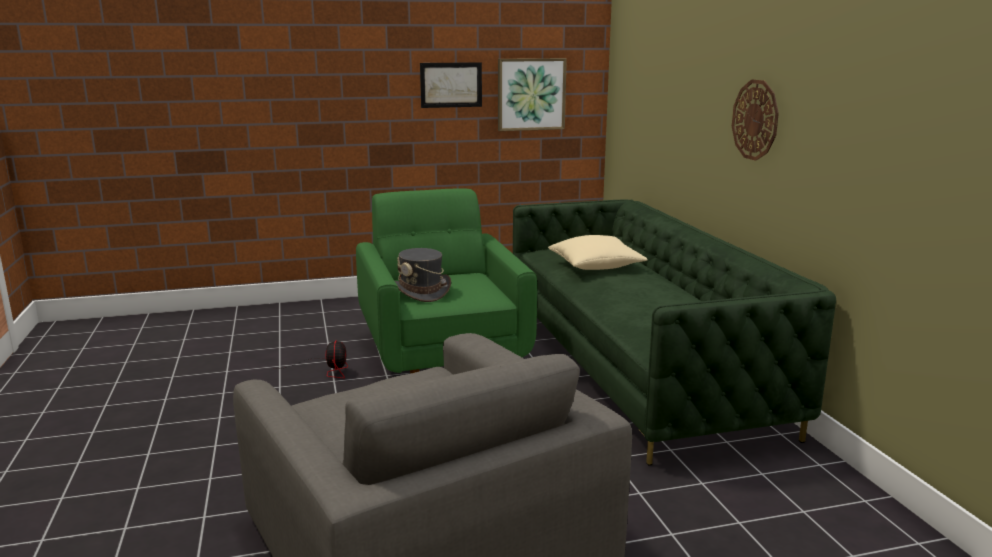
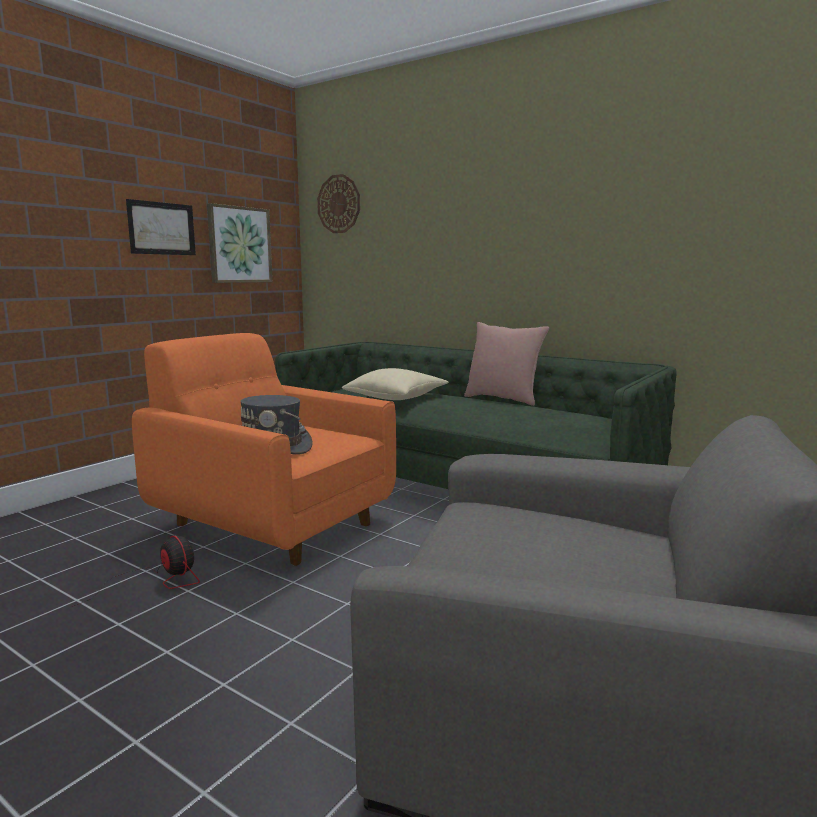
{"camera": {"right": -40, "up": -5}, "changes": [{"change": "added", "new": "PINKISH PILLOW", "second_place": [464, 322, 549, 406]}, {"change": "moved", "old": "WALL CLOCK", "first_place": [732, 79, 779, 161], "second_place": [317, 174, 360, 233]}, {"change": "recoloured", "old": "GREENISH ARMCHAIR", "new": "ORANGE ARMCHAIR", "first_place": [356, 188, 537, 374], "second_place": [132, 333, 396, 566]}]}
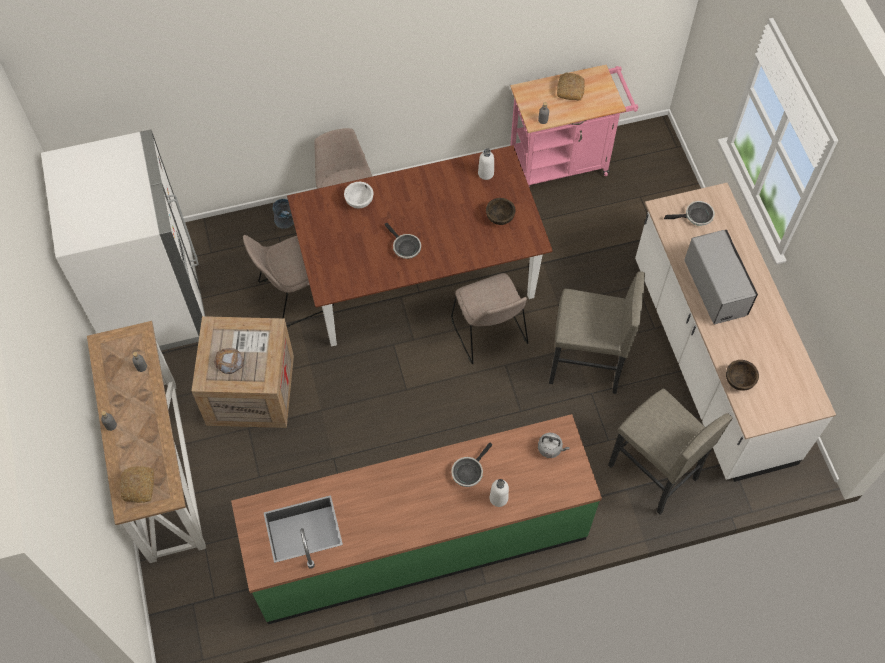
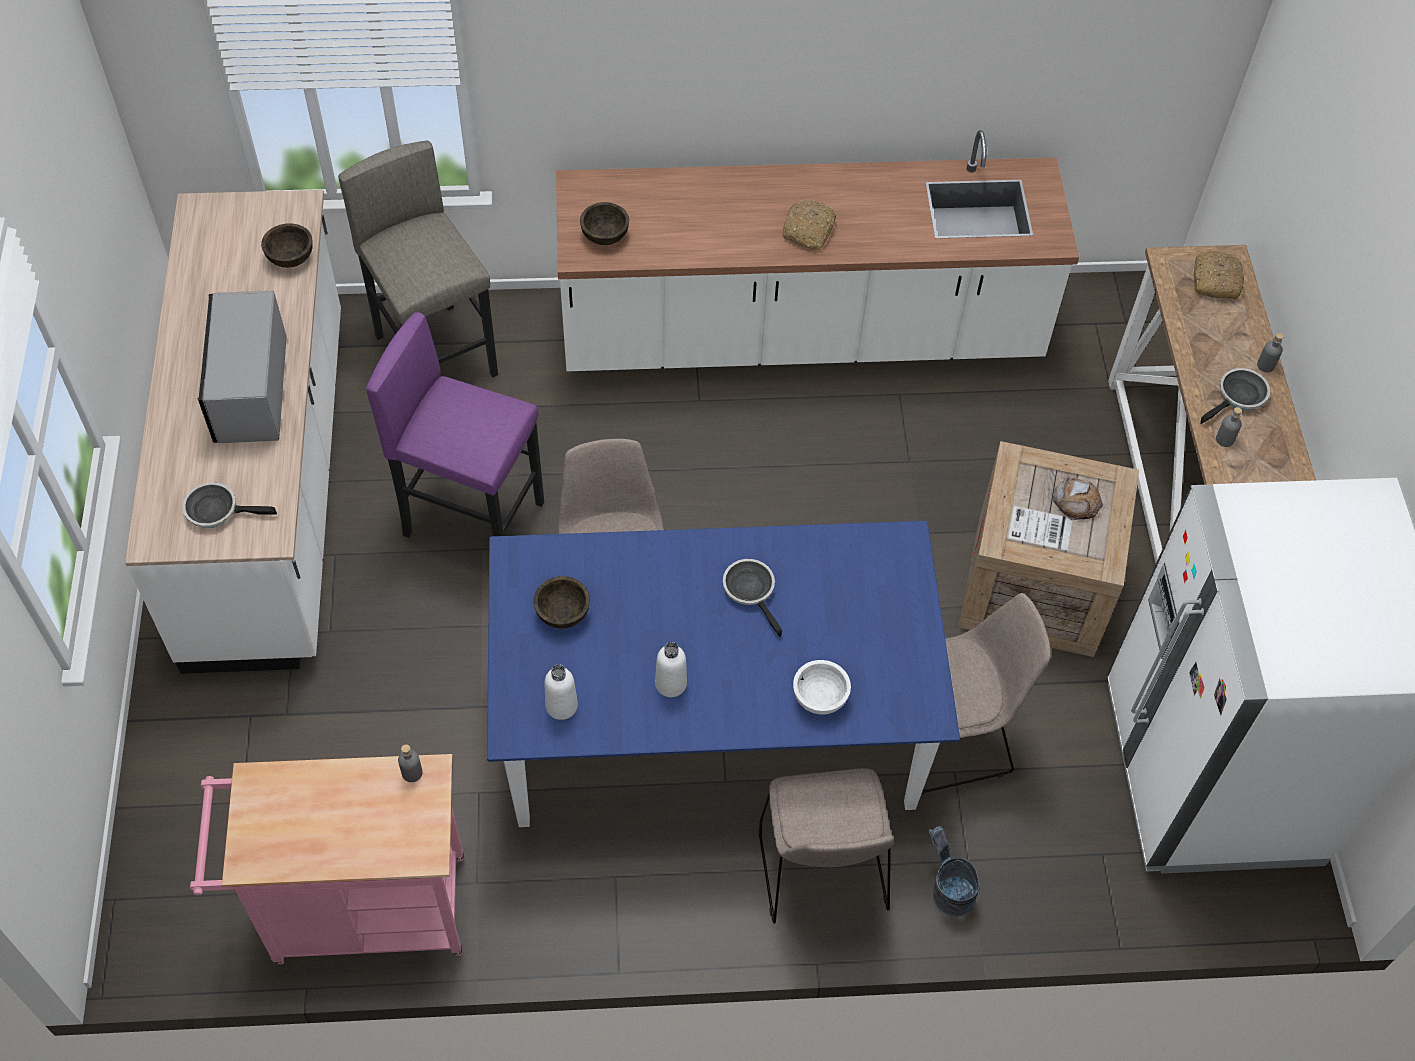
{"camera": {"right": -170, "up": -5}, "changes": [{"change": "moved", "old": "PAN", "first_place": [451, 443, 492, 487], "second_place": [1200, 368, 1270, 424]}, {"change": "moved", "old": "WHITE BEVERAGE BOTTLE", "first_place": [490, 479, 509, 507], "second_place": [655, 642, 687, 697]}, {"change": "moved", "old": "BAKERY BREAD", "first_place": [557, 73, 585, 100], "second_place": [783, 200, 836, 250]}, {"change": "replaced", "old": "GREYISH TEA KETTLE", "new": "BROWNISH BOWL", "first_place": [538, 433, 569, 458], "second_place": [580, 202, 629, 245]}, {"change": "recoloured", "old": "GREENISH COUNTER", "new": "WHITE COUNTER", "first_place": [231, 414, 602, 624], "second_place": [556, 130, 1079, 371]}, {"change": "recoloured", "old": "BROWNISH KITCHEN TABLE", "new": "BLUE-COLOURED KITCHEN TABLE", "first_place": [287, 145, 553, 347], "second_place": [487, 521, 960, 827]}, {"change": "recoloured", "old": "GREYISH SITTING STOOL", "new": "PURPLE-COLOURED SITTING STOOL", "first_place": [549, 271, 645, 394], "second_place": [366, 312, 544, 538]}]}
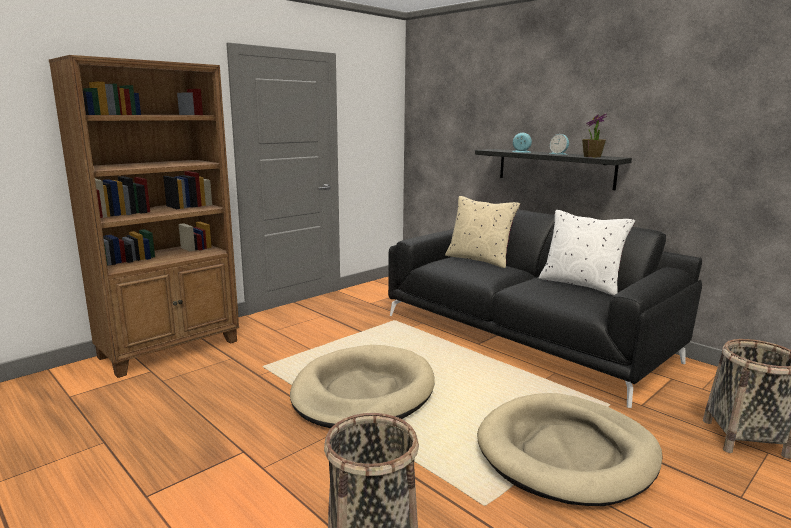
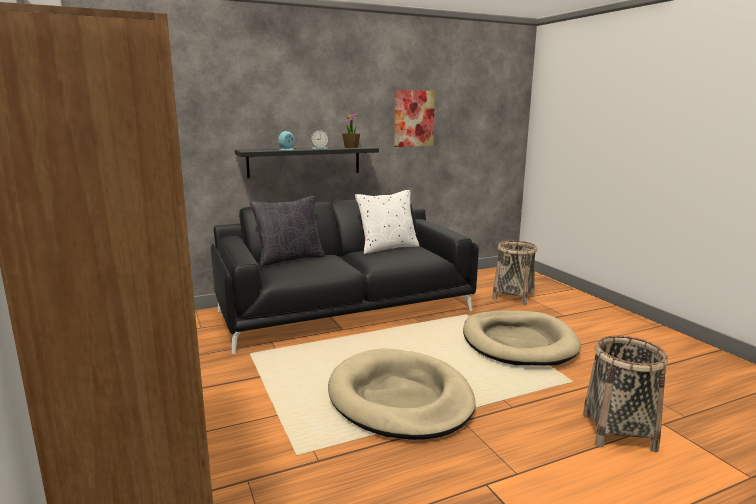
{"camera": {"right": -70, "up": 0}, "changes": [{"change": "added", "new": "WALL ART", "second_place": [394, 90, 435, 147]}, {"change": "recoloured", "old": "BEIGE PILLOW", "new": "BLACK PILLOW", "first_place": [445, 196, 520, 268], "second_place": [250, 196, 325, 266]}]}
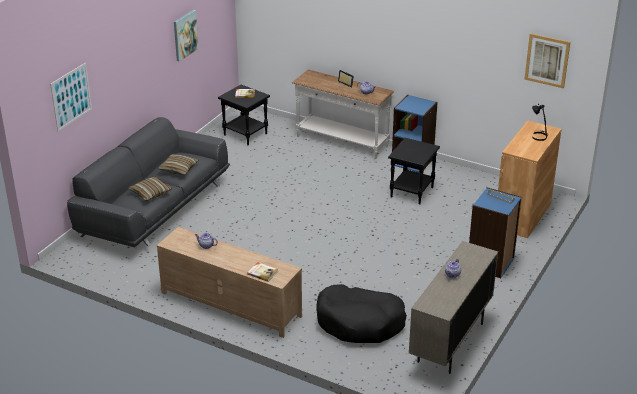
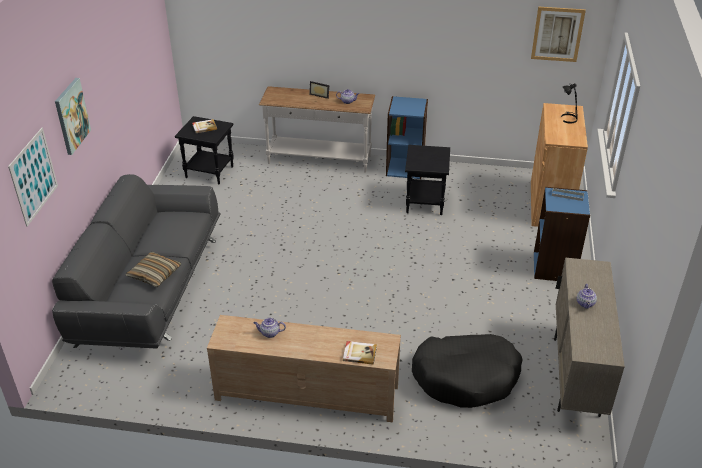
{"camera": {"right": -20, "up": 5}, "changes": [{"change": "removed", "old": "PILLOW", "first_place": [158, 154, 199, 175]}, {"change": "moved", "old": "WALL ART", "first_place": [174, 9, 199, 61], "second_place": [55, 78, 91, 155]}]}
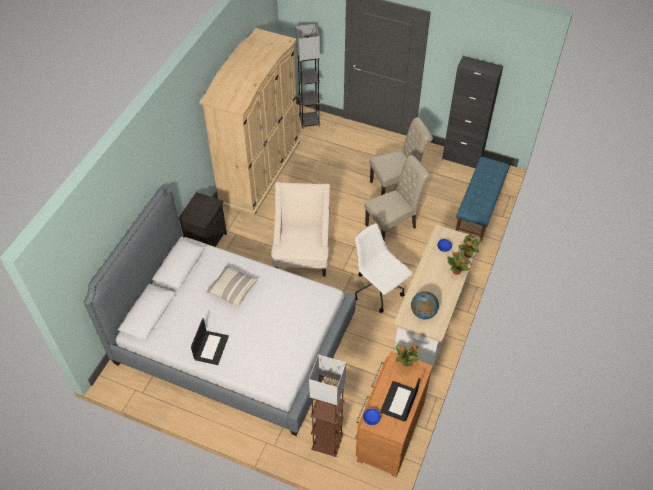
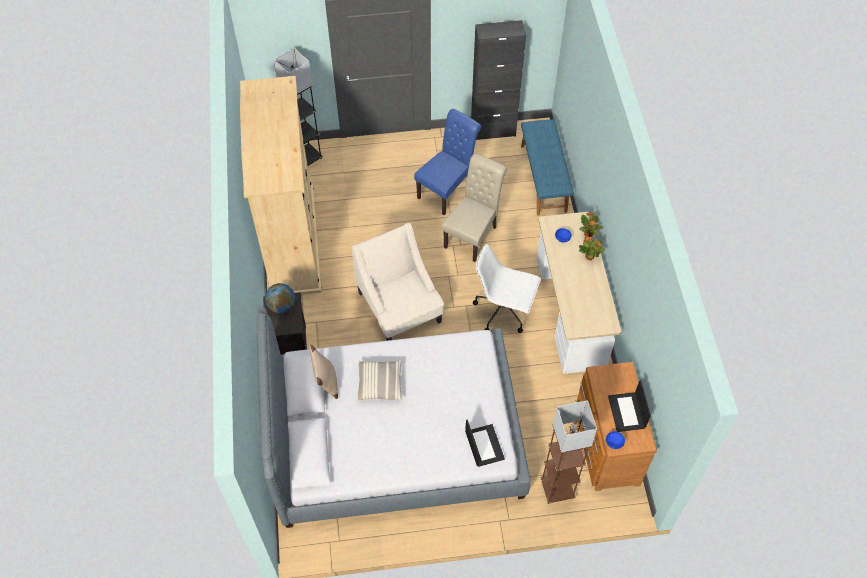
{"camera": {"right": -30, "up": 5}, "changes": [{"change": "removed", "old": "PLANT IN A POT", "first_place": [396, 344, 420, 367]}, {"change": "added", "new": "BEIGE PILLOW", "second_place": [309, 345, 338, 399]}, {"change": "moved", "old": "NOTEBOOK COMPUTER", "first_place": [191, 318, 229, 365], "second_place": [465, 419, 505, 467]}, {"change": "moved", "old": "WORLD GLOBE", "first_place": [411, 291, 439, 319], "second_place": [265, 283, 295, 313]}, {"change": "recoloured", "old": "BEIGE CHAIR", "new": "BLUE-COLOURED CHAIR", "first_place": [369, 117, 433, 195], "second_place": [414, 109, 481, 215]}]}
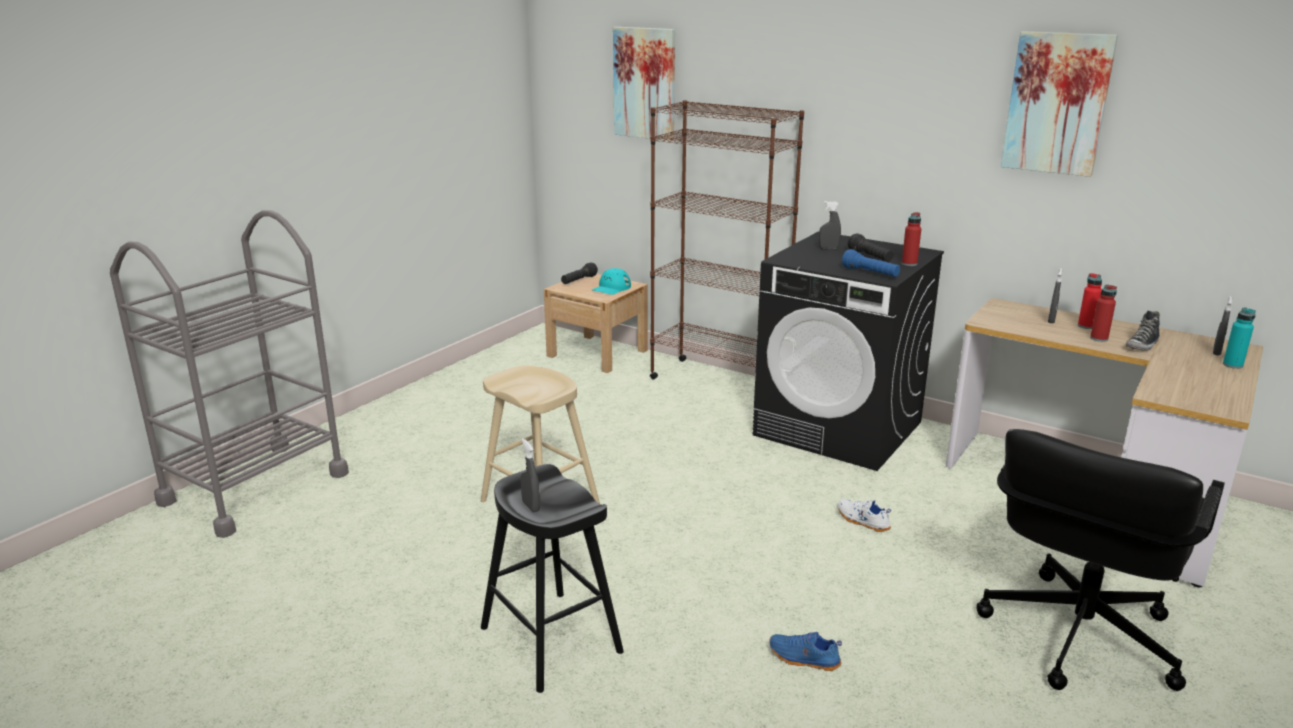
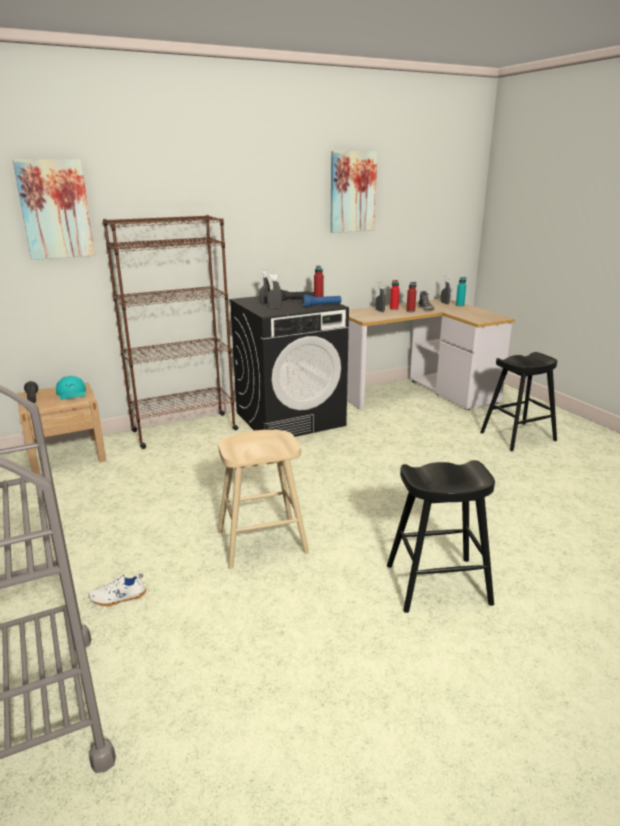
{"camera": {"right": -60, "up": 0}, "changes": [{"change": "removed", "old": "BLUE-COLOURED SHOE", "first_place": [770, 632, 842, 671]}, {"change": "moved", "old": "GREYISH SPRAY BOTTLE", "first_place": [521, 438, 540, 512], "second_place": [267, 274, 282, 308]}, {"change": "moved", "old": "WHITE SHOE", "first_place": [838, 499, 891, 532], "second_place": [89, 574, 146, 606]}, {"change": "replaced", "old": "BLACK DESK CHAIR", "new": "BLACK SITTING STOOL", "first_place": [977, 429, 1225, 691], "second_place": [480, 352, 557, 451]}]}
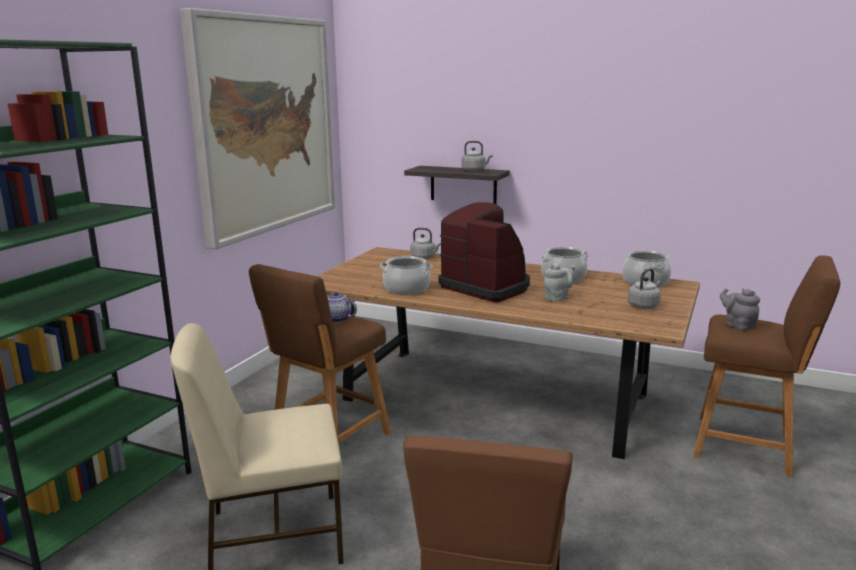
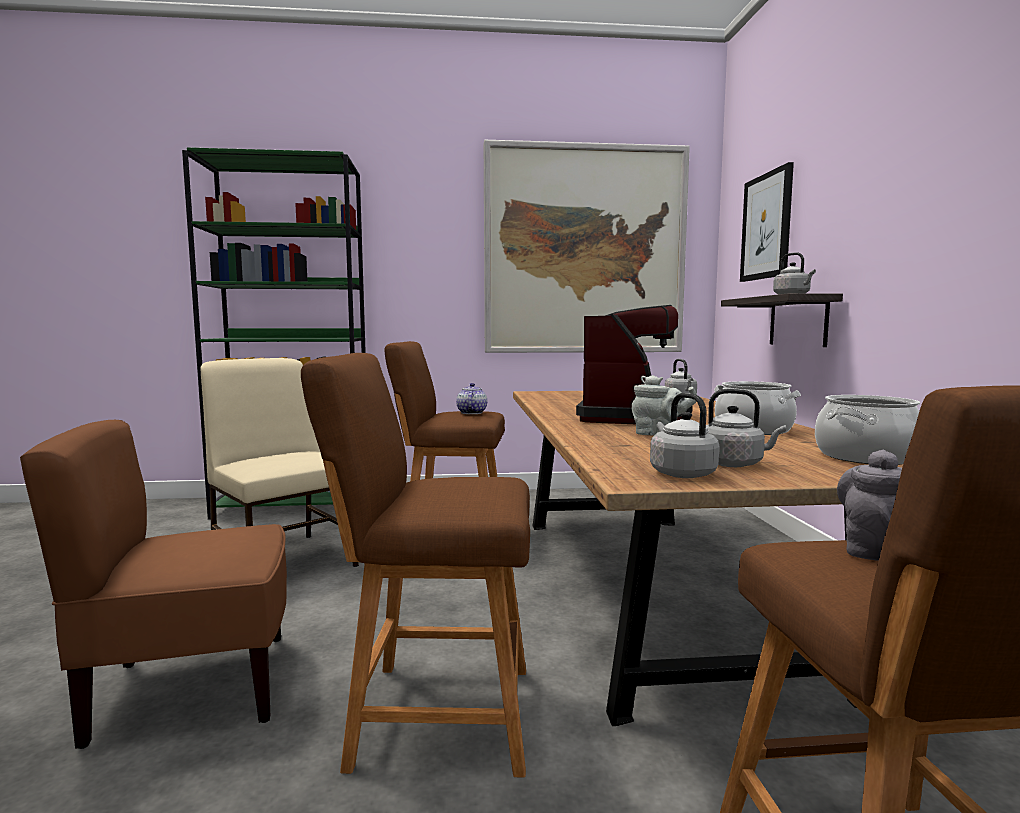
{"camera": {"right": 60, "up": -10}, "changes": [{"change": "removed", "old": "STOCKPOT", "first_place": [380, 256, 433, 295]}, {"change": "added", "new": "BROWNISH SITTING STOOL", "second_place": [301, 353, 530, 777]}, {"change": "added", "new": "GREYISH TEA KETTLE", "second_place": [650, 393, 719, 478]}, {"change": "added", "new": "WALL ART", "second_place": [740, 162, 794, 282]}]}
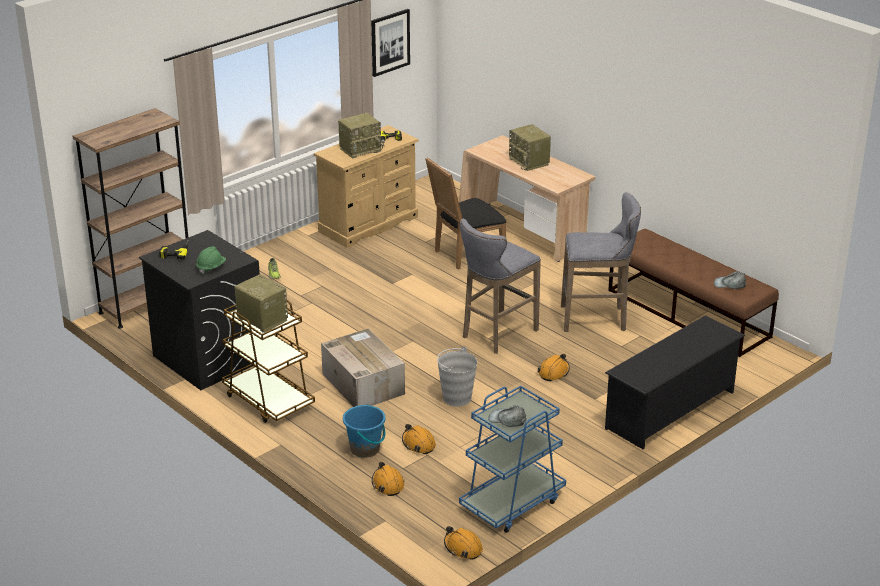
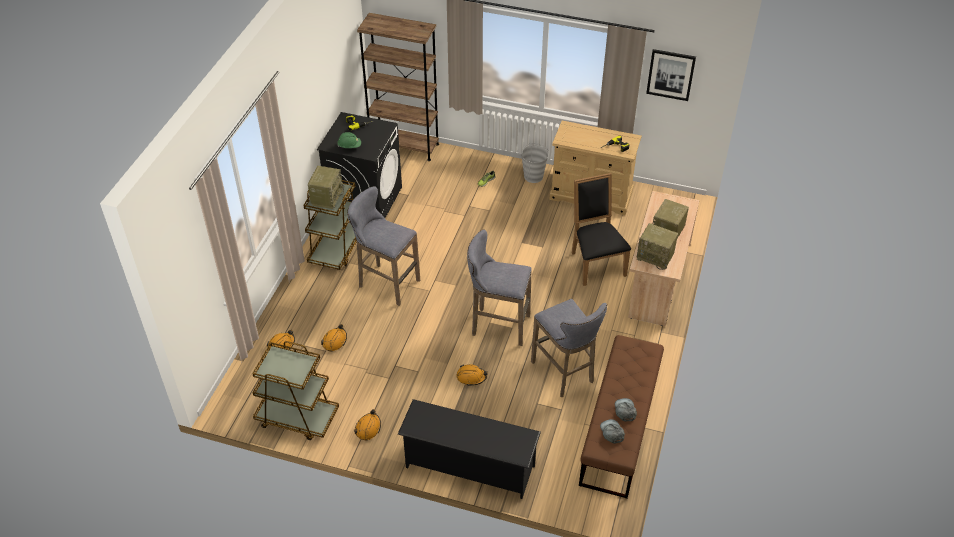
{"camera": {"right": 60, "up": 15}, "changes": [{"change": "removed", "old": "BLUE-COLOURED PAIL", "first_place": [343, 404, 385, 458]}, {"change": "moved", "old": "RADIO RECEIVER", "first_place": [338, 113, 383, 159], "second_place": [636, 223, 678, 270]}, {"change": "moved", "old": "GREYISH PAIL", "first_place": [437, 346, 477, 407], "second_place": [520, 143, 549, 183]}, {"change": "moved", "old": "ORANGE WORK HELMET", "first_place": [444, 526, 483, 560], "second_place": [354, 409, 381, 440]}, {"change": "moved", "old": "GREYISH BASEBALL CAP", "first_place": [488, 405, 527, 427], "second_place": [615, 398, 637, 422]}, {"change": "replaced", "old": "PACKING BOX", "new": "GREYISH SITTING STOOL", "first_place": [321, 328, 405, 407], "second_place": [347, 186, 420, 306]}, {"change": "recoloured", "old": "BLUE-COLOURED TROLLEY", "new": "BROWNISH TROLLEY", "first_place": [459, 386, 566, 533], "second_place": [252, 341, 339, 440]}, {"change": "turned", "old": "BLACK CHAIR", "first_place": [425, 157, 506, 269], "second_place": [572, 173, 631, 286], "degrees": 45}]}
